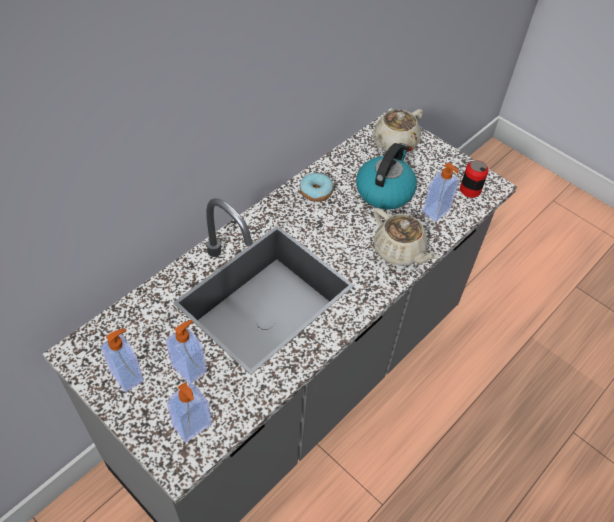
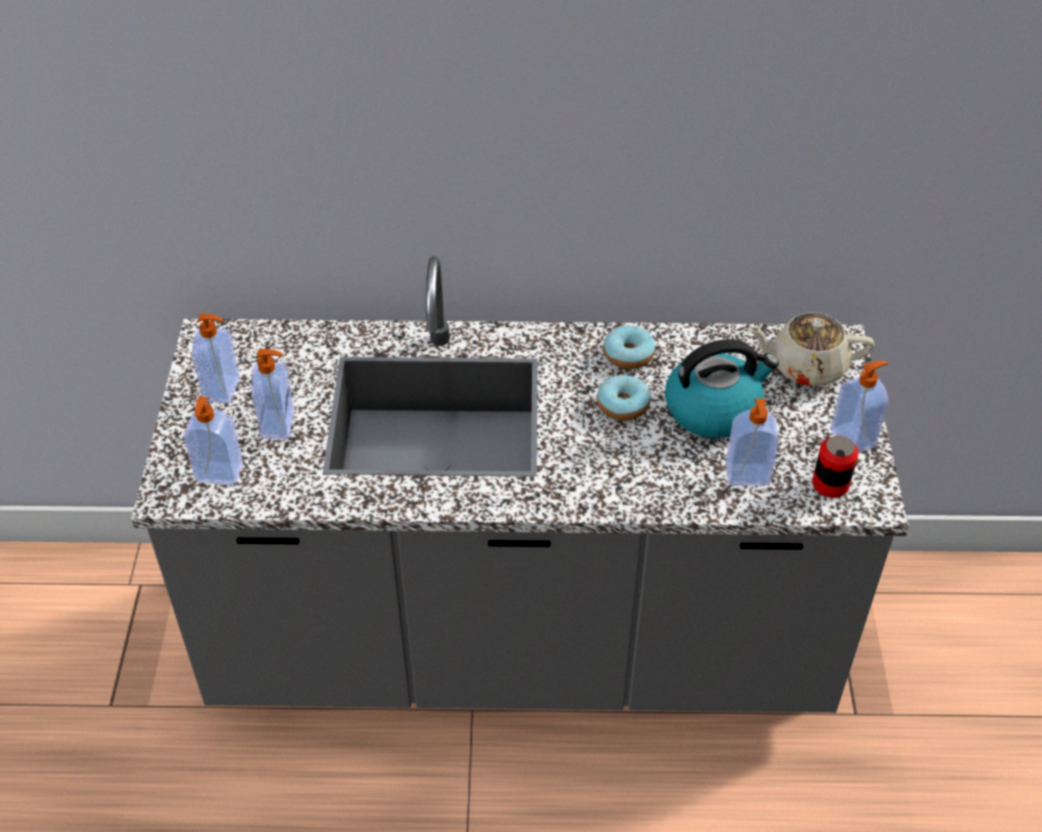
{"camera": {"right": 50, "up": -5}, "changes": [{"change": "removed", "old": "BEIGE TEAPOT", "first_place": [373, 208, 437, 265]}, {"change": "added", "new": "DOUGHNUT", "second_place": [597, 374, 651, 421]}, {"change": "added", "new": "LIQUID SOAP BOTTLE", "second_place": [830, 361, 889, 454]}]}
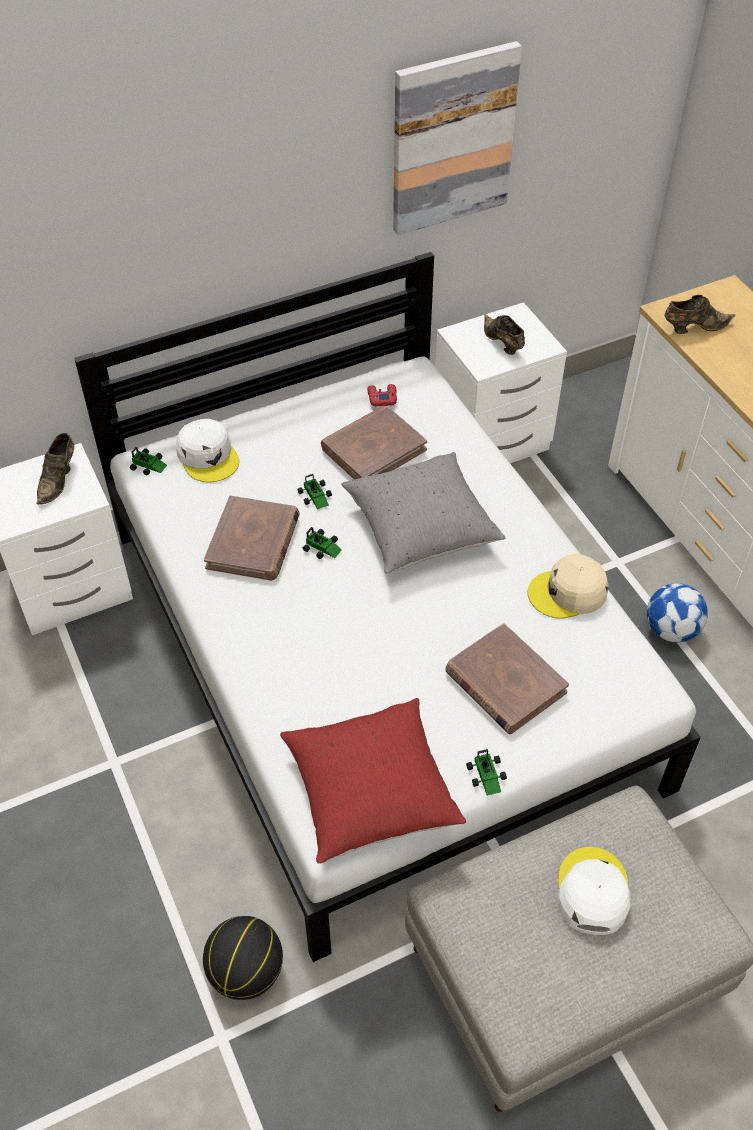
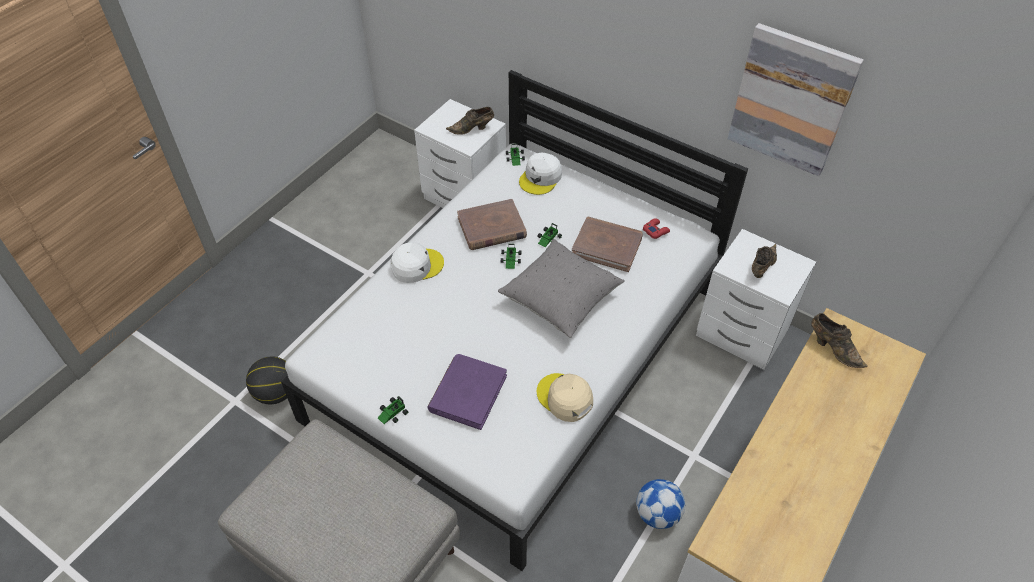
{"camera": {"right": 60, "up": 0}, "changes": [{"change": "removed", "old": "REDDISH PILLOW", "first_place": [280, 698, 466, 864]}, {"change": "moved", "old": "WHITE BASEBALL CAP", "first_place": [558, 847, 631, 935], "second_place": [391, 243, 444, 283]}, {"change": "recoloured", "old": "BROWNISH BOOK", "new": "PURPLE-COLOURED BOOK", "first_place": [445, 623, 569, 734], "second_place": [427, 354, 507, 430]}]}
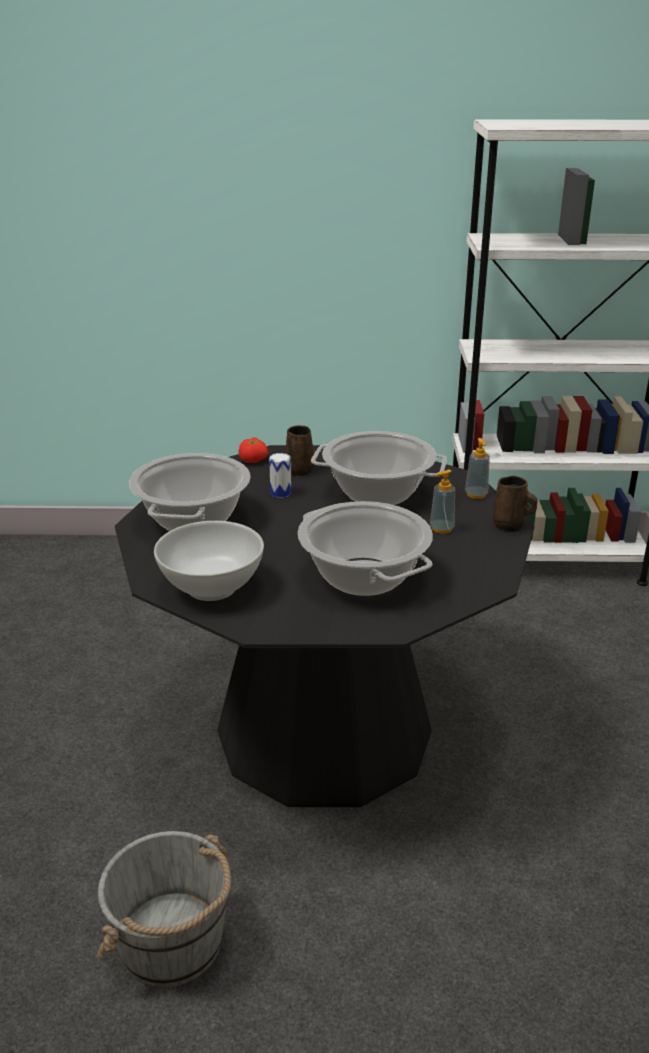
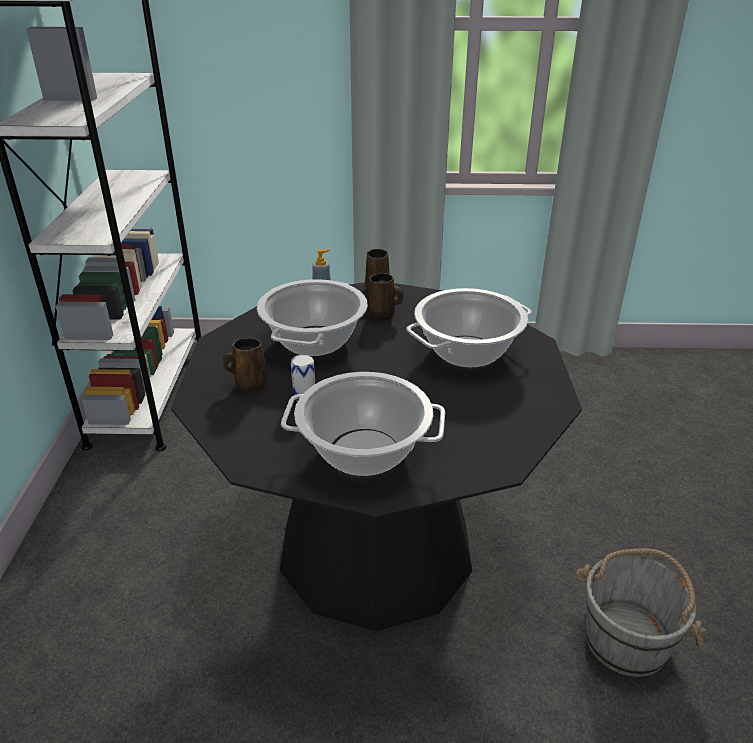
{"camera": {"right": -90, "up": 5}, "changes": [{"change": "removed", "old": "WHITE BOWL", "first_place": [154, 521, 264, 601]}, {"change": "removed", "old": "TOMATO", "first_place": [238, 437, 268, 463]}, {"change": "replaced", "old": "LIQUID SOAP BOTTLE", "new": "BROWNISH TEA MUG", "first_place": [430, 470, 455, 534], "second_place": [368, 273, 403, 321]}]}
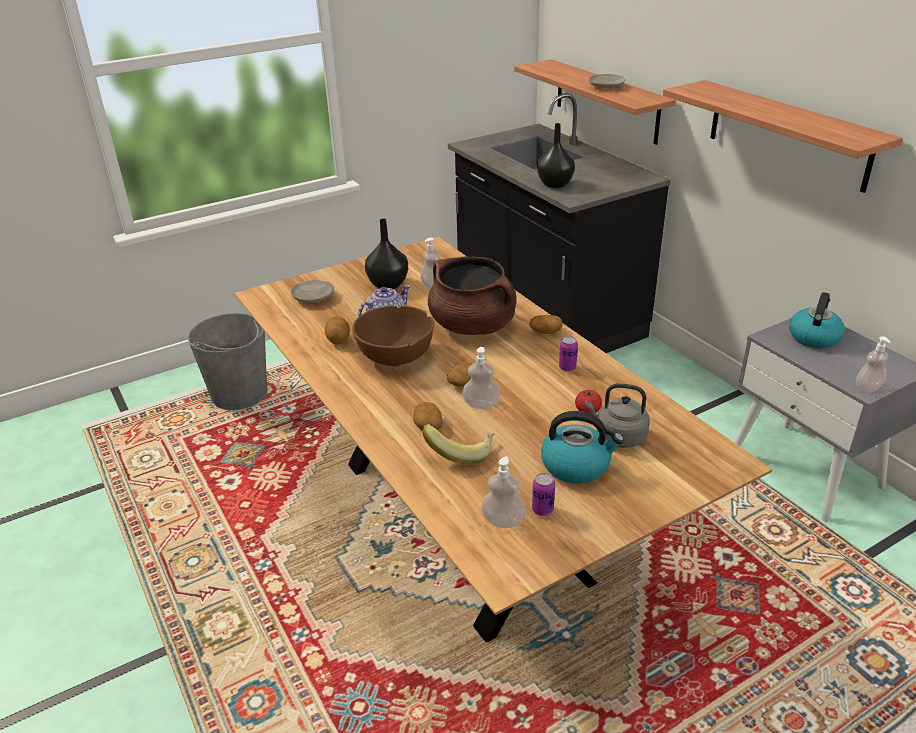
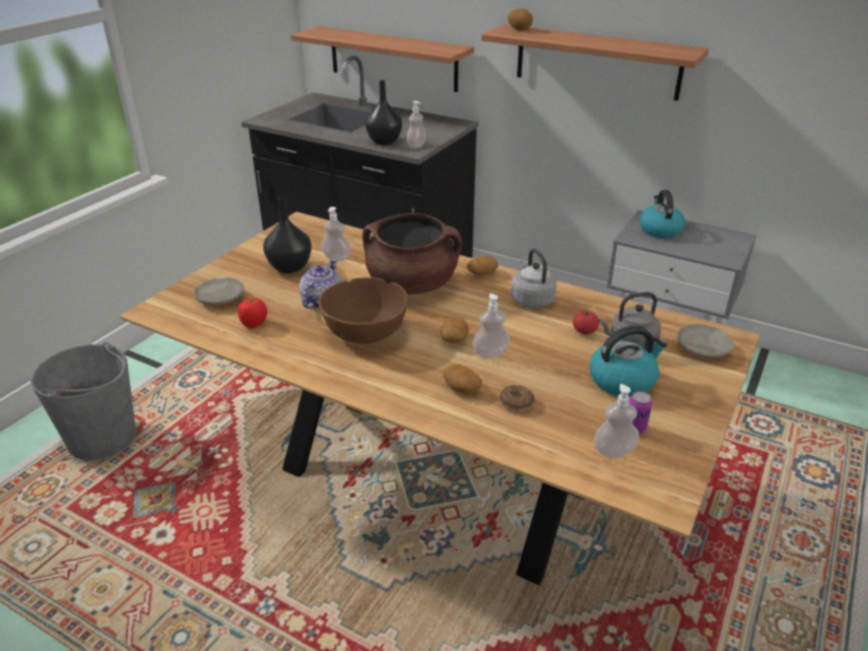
{"camera": {"right": -30, "up": 0}, "changes": [{"change": "added", "new": "TOMATO", "second_place": [238, 297, 267, 328]}, {"change": "moved", "old": "WHOLE POTATO", "first_place": [325, 316, 350, 345], "second_place": [508, 9, 533, 30]}, {"change": "moved", "old": "BEIGE DINNER PLATE", "first_place": [589, 74, 625, 89], "second_place": [677, 324, 734, 359]}, {"change": "moved", "old": "LIQUID SOAP BOTTLE", "first_place": [856, 336, 890, 393], "second_place": [406, 101, 426, 148]}, {"change": "replaced", "old": "BANANA FRUIT", "new": "DOUGHNUT", "first_place": [423, 424, 495, 464], "second_place": [499, 385, 535, 411]}, {"change": "replaced", "old": "METAL CAN", "new": "GREYISH TEA KETTLE", "first_place": [559, 336, 578, 371], "second_place": [511, 249, 556, 308]}]}
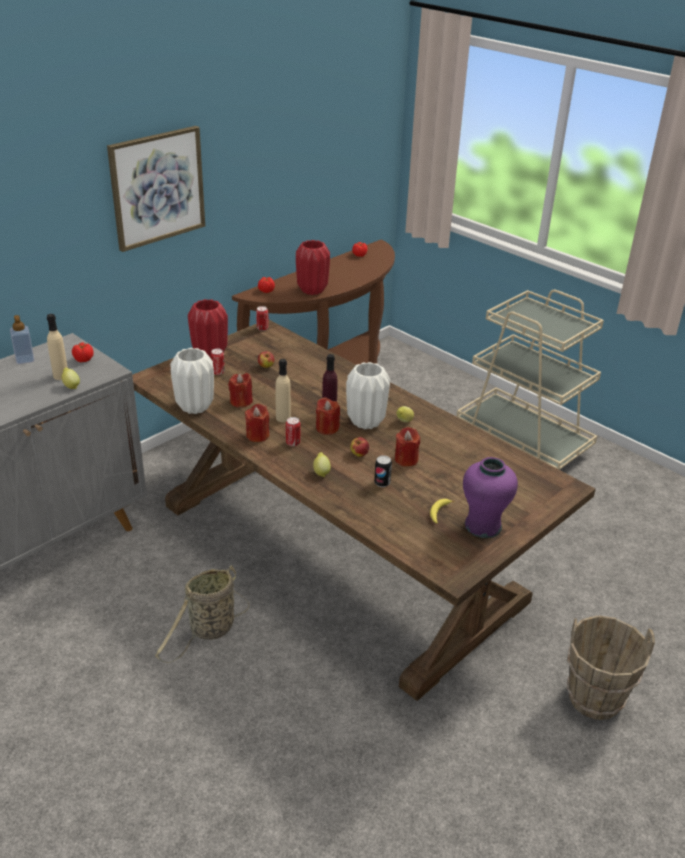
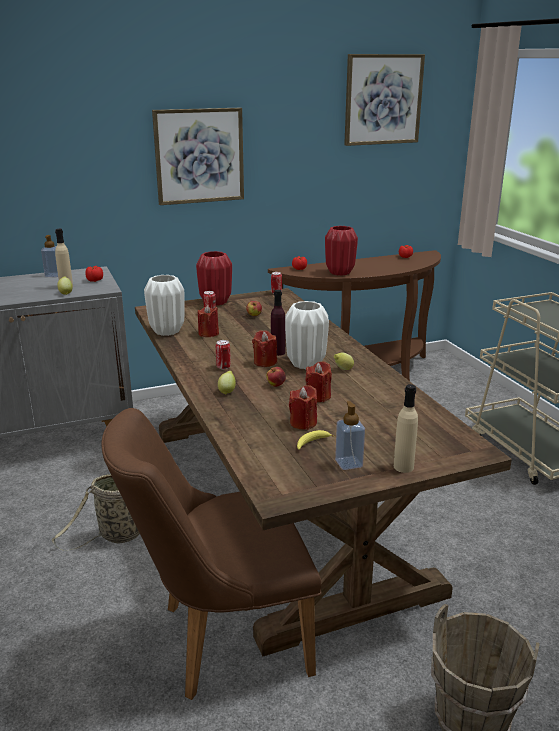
{"camera": {"right": 25, "up": -10}, "changes": [{"change": "removed", "old": "METAL CAN", "first_place": [374, 455, 392, 487]}, {"change": "added", "new": "BROWNISH CHAIR", "second_place": [101, 408, 321, 700]}, {"change": "added", "new": "WALL ART", "second_place": [344, 54, 425, 146]}, {"change": "moved", "old": "REDDISH WAX LIGHT", "first_place": [245, 404, 270, 442], "second_place": [289, 385, 317, 430]}, {"change": "moved", "old": "BEIGE BEVERAGE BOTTLE", "first_place": [275, 359, 291, 422], "second_place": [394, 384, 418, 473]}, {"change": "replaced", "old": "PURPLE-COLOURED FLOWER VASE", "new": "LIQUID SOAP BOTTLE", "first_place": [463, 457, 518, 538], "second_place": [335, 401, 365, 470]}]}
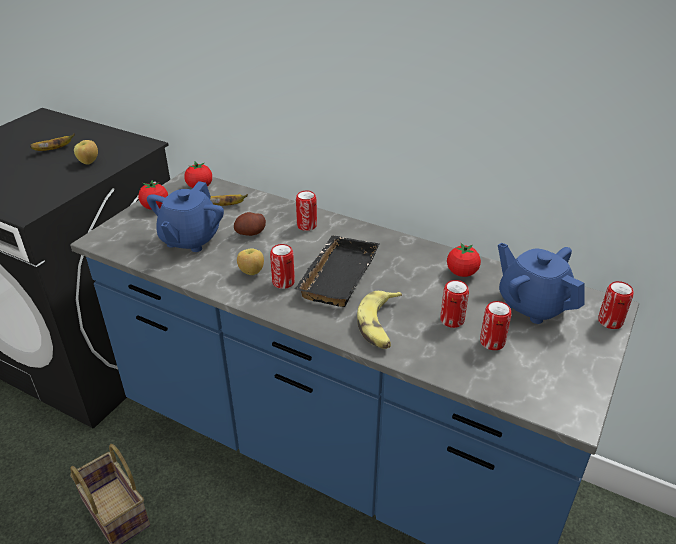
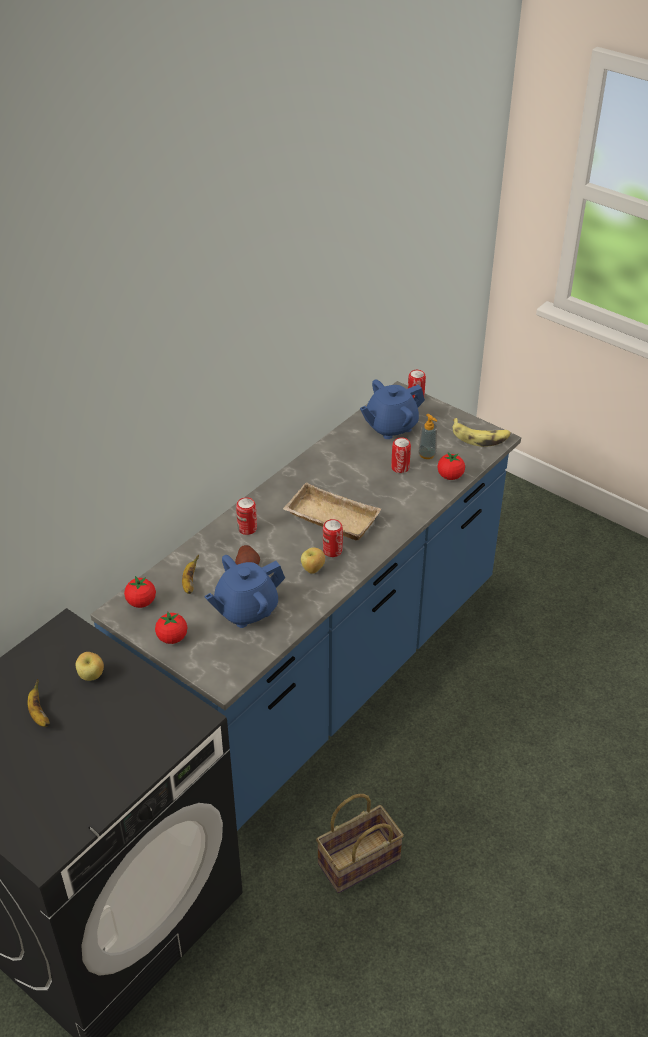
{"camera": {"right": -80, "up": 5}, "changes": [{"change": "moved", "old": "BANANA FRUIT", "first_place": [357, 291, 402, 349], "second_place": [453, 418, 511, 447]}, {"change": "moved", "old": "TOMATO", "first_place": [447, 243, 481, 277], "second_place": [437, 452, 465, 480]}, {"change": "replaced", "old": "METAL CAN", "new": "LIQUID SOAP BOTTLE", "first_place": [480, 301, 512, 350], "second_place": [418, 414, 437, 459]}, {"change": "recoloured", "old": "BLACK TRAY", "new": "BEIGE TRAY", "first_place": [295, 235, 379, 307], "second_place": [283, 482, 381, 540]}, {"change": "turned", "old": "BLUE-COLOURED TEAPOT", "first_place": [147, 181, 224, 252], "second_place": [204, 555, 285, 628], "degrees": 120}]}
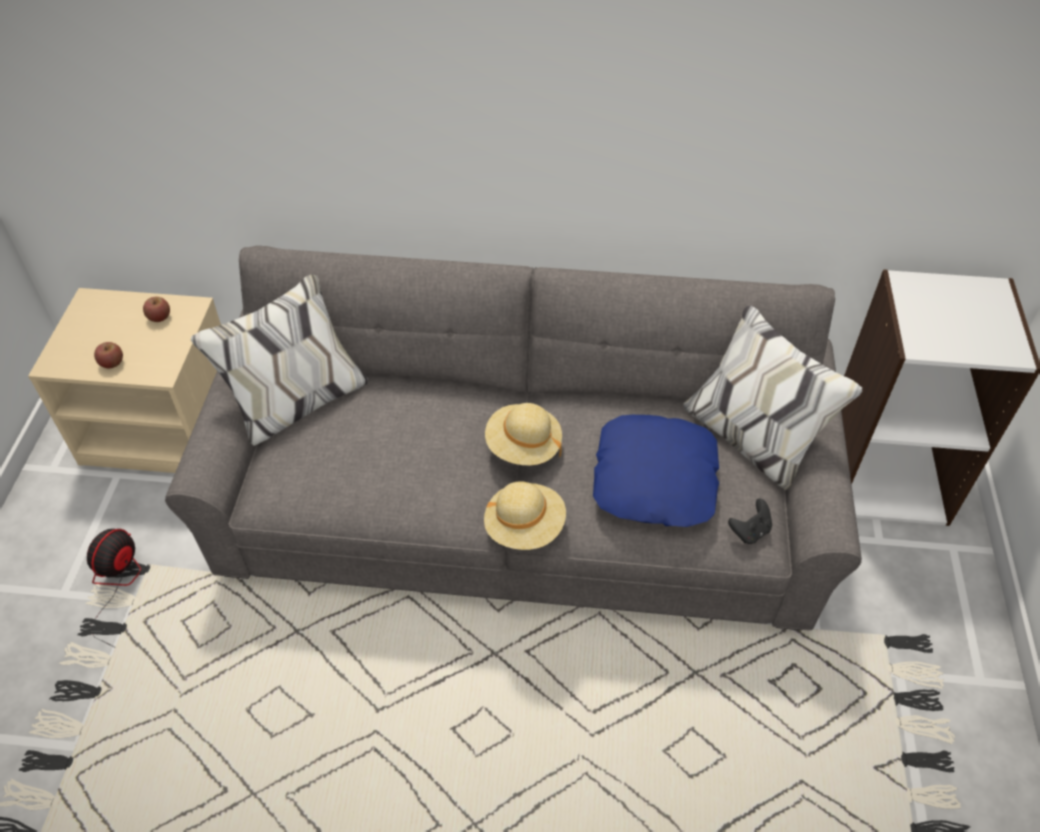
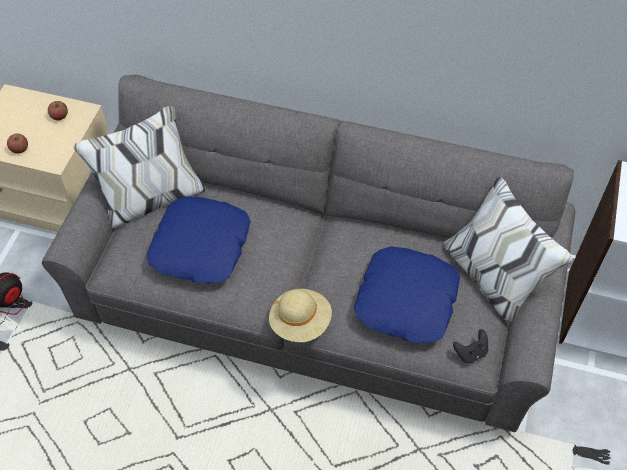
{"camera": {"right": 10, "up": 5}, "changes": [{"change": "removed", "old": "BEIGE CLOTHING HAT", "first_place": [485, 403, 562, 465]}, {"change": "added", "new": "BLUE-COLOURED PILLOW", "second_place": [146, 196, 251, 284]}]}
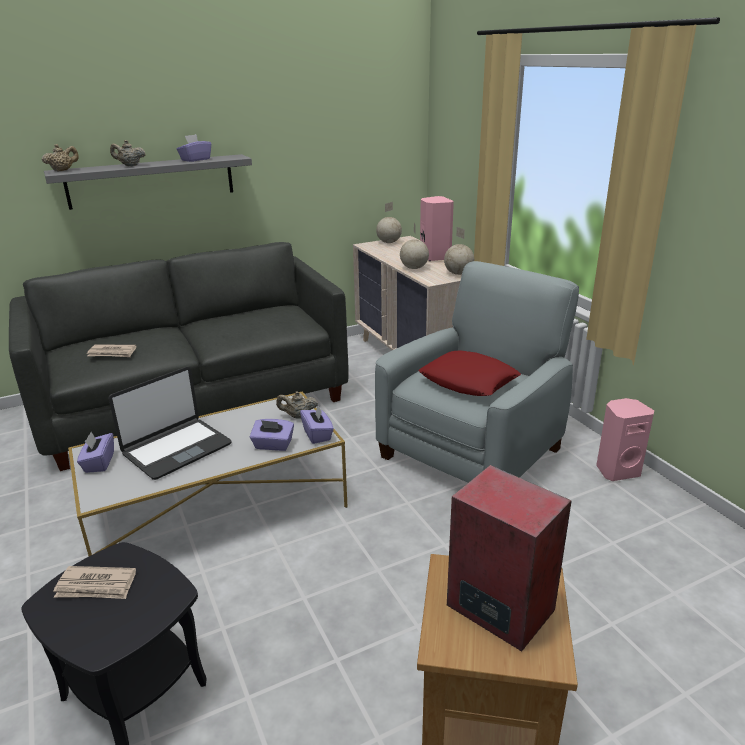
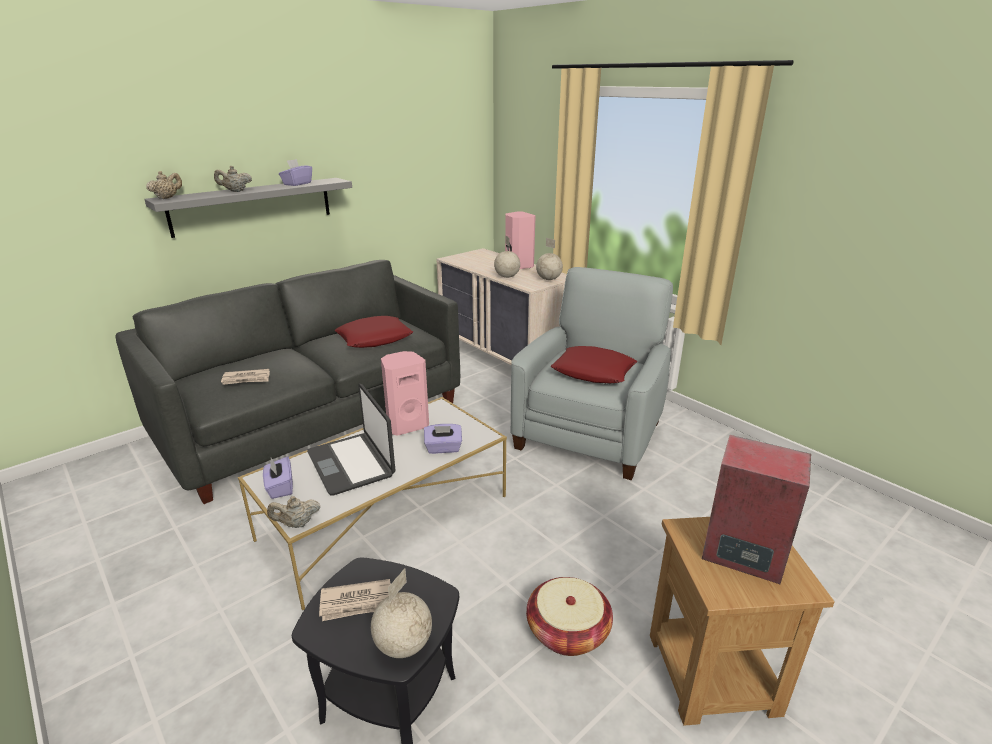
{"camera": {"right": -15, "up": 0}, "changes": [{"change": "removed", "old": "PURPLE-COLOURED BOX OF TISSUES", "first_place": [300, 405, 334, 444]}, {"change": "added", "new": "REDDISH PILLOW", "second_place": [335, 316, 413, 348]}, {"change": "added", "new": "HOUSEHOLD BASKET", "second_place": [526, 577, 613, 656]}, {"change": "moved", "old": "BEIGE TEAPOT", "first_place": [276, 391, 318, 419], "second_place": [267, 496, 320, 528]}, {"change": "moved", "old": "WORLD GLOBE", "first_place": [376, 202, 402, 243], "second_place": [371, 568, 432, 658]}, {"change": "moved", "old": "PINKISH AUDIO SPEAKER", "first_place": [596, 398, 654, 481], "second_place": [381, 351, 429, 436]}, {"change": "turned", "old": "NOTEBOOK COMPUTER", "first_place": [109, 367, 232, 480], "second_place": [307, 384, 396, 495], "degrees": 120}]}
